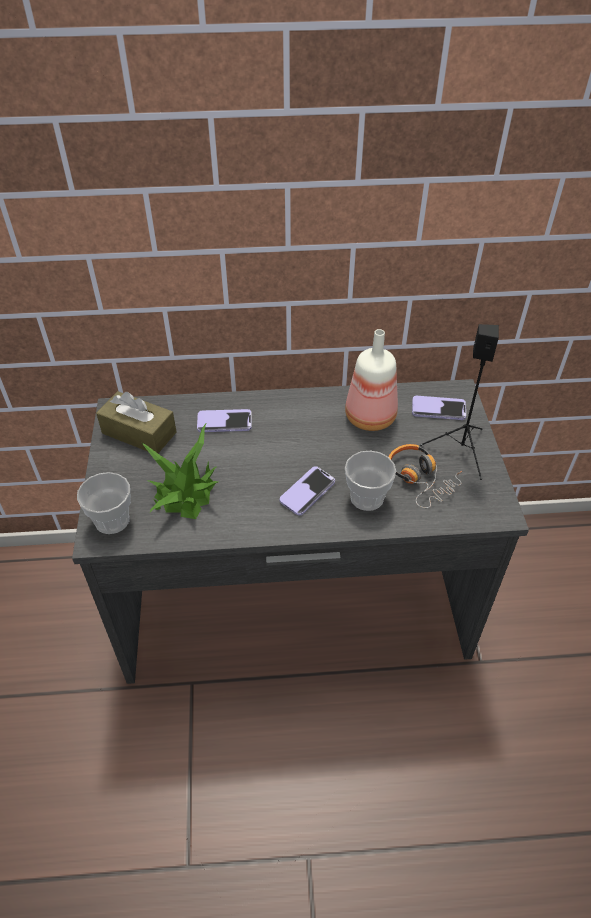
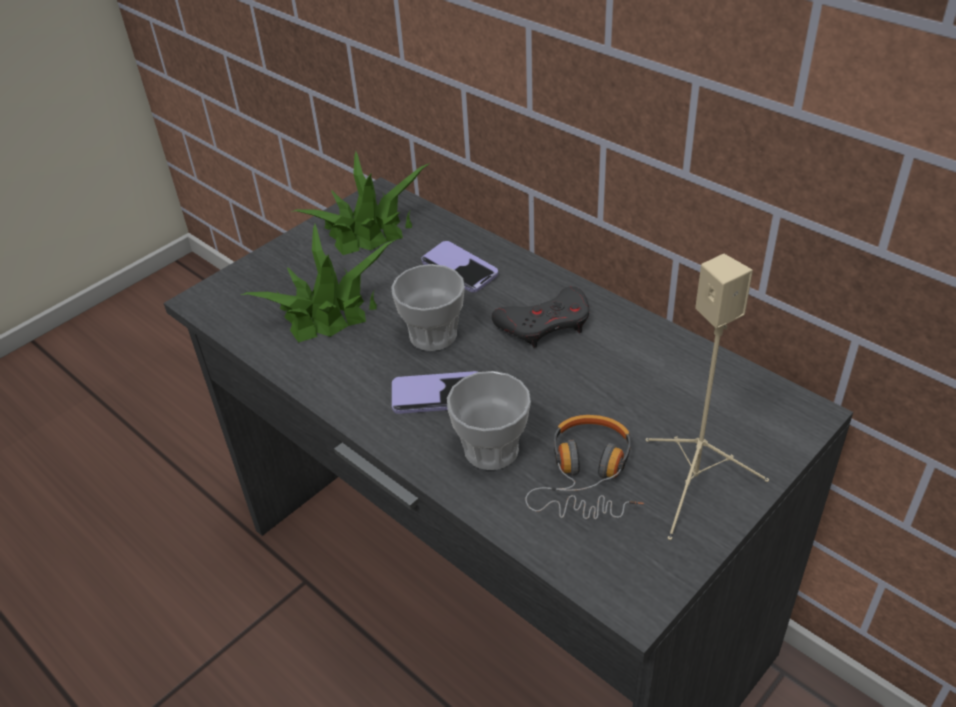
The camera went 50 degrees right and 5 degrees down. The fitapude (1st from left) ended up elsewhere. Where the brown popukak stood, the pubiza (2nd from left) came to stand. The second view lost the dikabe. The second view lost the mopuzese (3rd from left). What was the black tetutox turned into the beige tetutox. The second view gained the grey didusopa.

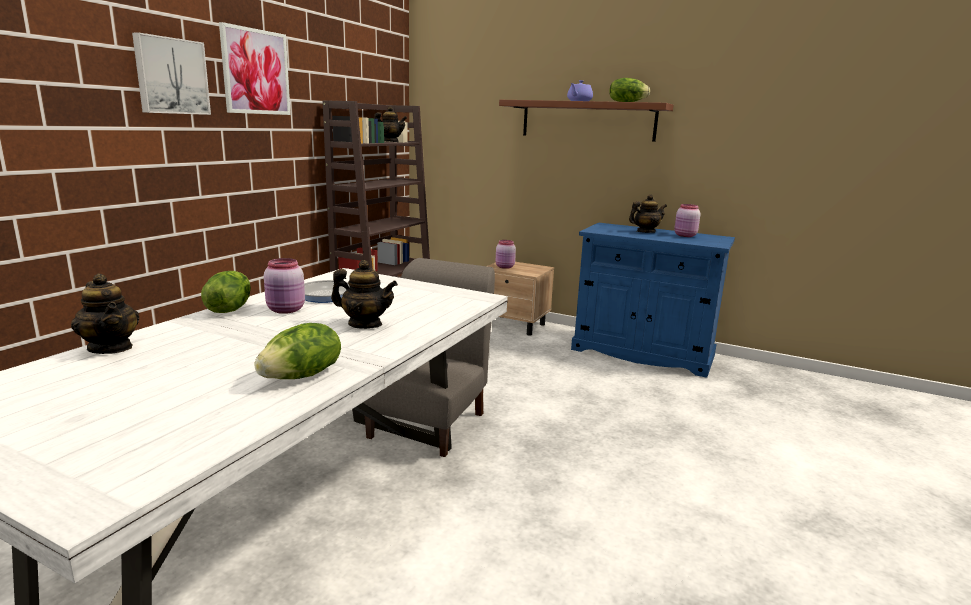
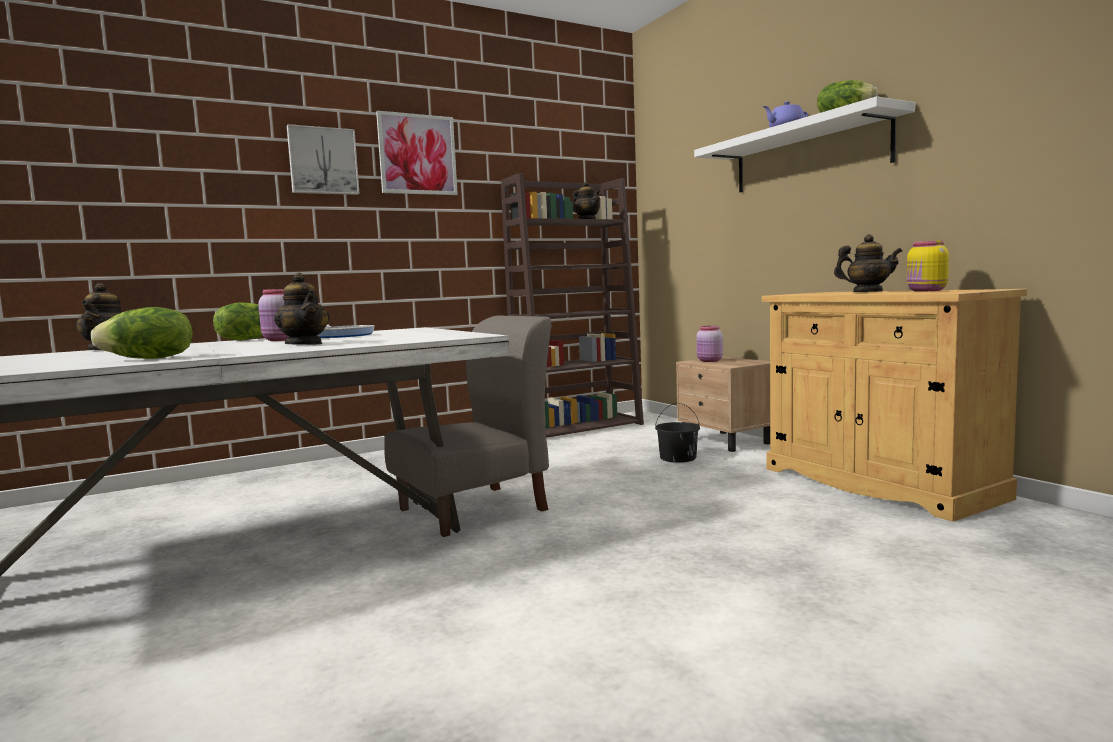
The camera went 35 degrees right and 10 degrees down. What was the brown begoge turned into the white begoge. What was the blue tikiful turned into the beige tikiful. What was the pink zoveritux (3rd from left) turned into the yellow zoveritux. The second view gained the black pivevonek.

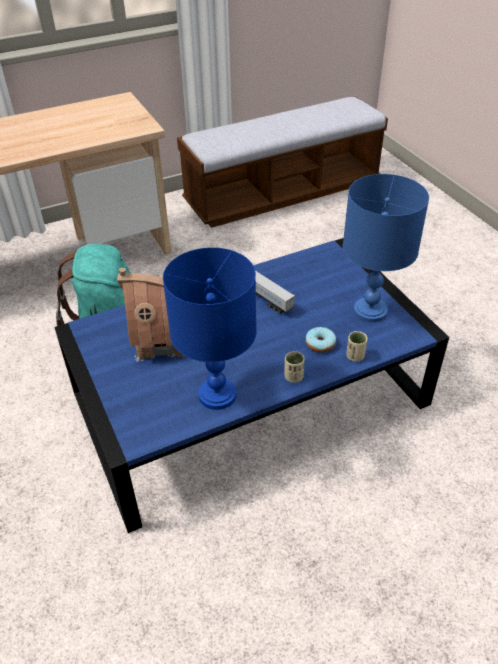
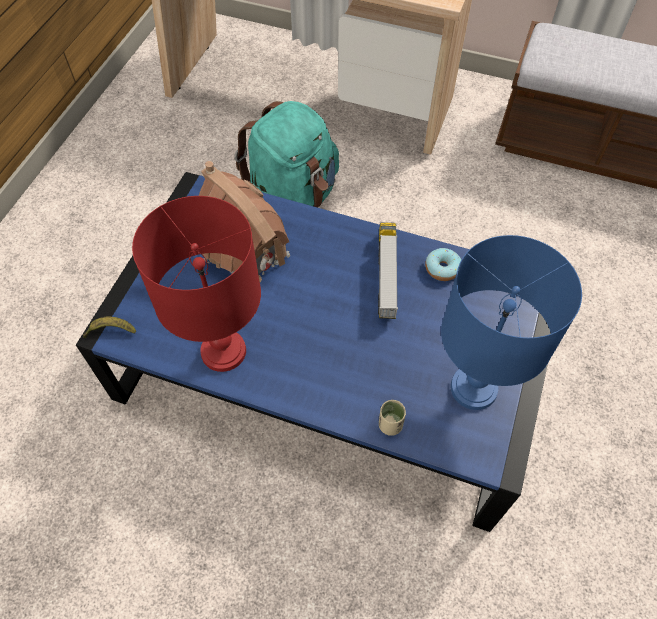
The camera went 45 degrees right and 15 degrees up. What was the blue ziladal (1st from left) turned into the red ziladal. The second view lost the beige fitapude (1st from left). The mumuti ended up elsewhere. The second view gained the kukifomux.

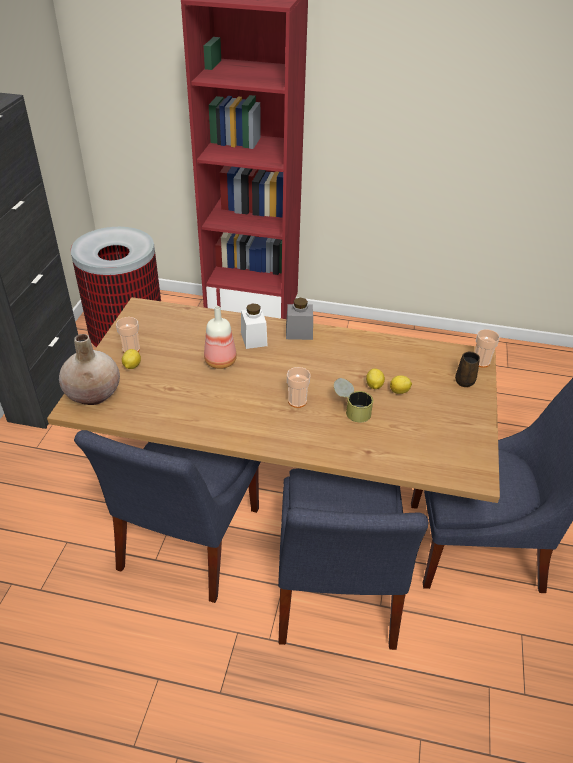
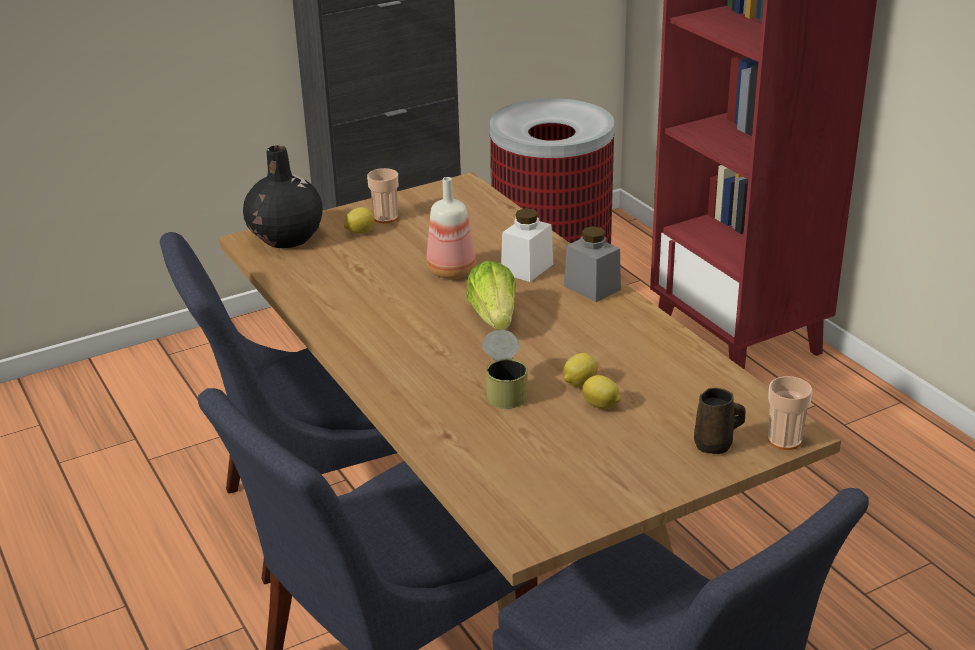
The camera went 50 degrees right and 10 degrees down. What was the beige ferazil turned into the black ferazil. The second view lost the fitapude (2nd from left). The second view gained the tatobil.

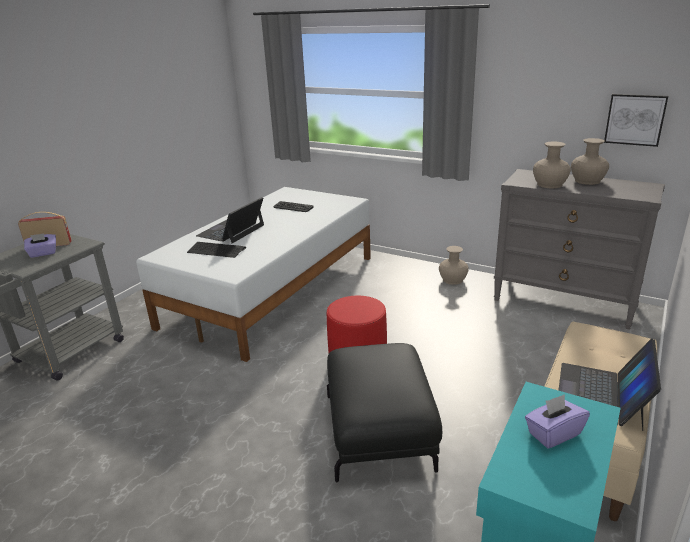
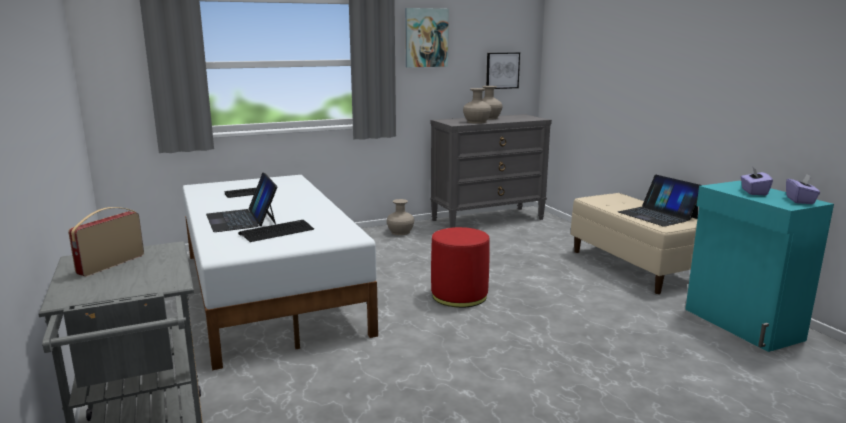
The camera went 55 degrees left and 10 degrees down. The purple popukak (1st from left in the first image) ended up elsewhere. The second view lost the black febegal. The second view gained the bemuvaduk (1st from left).

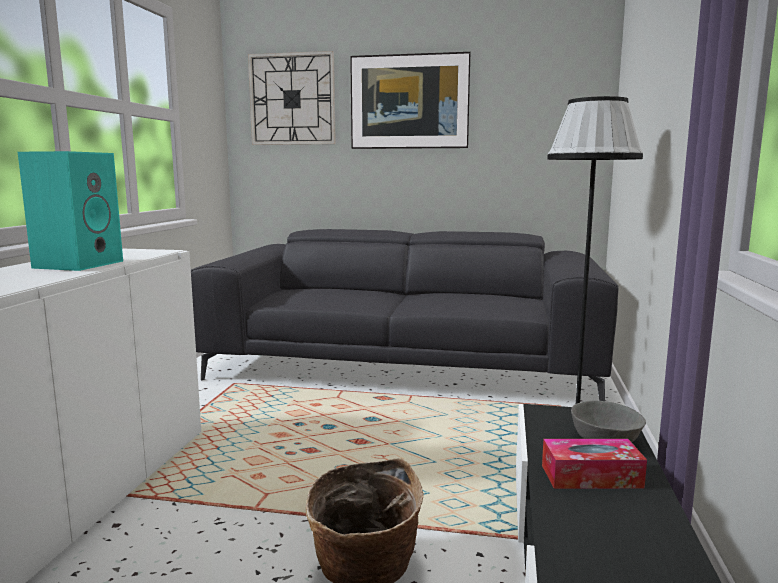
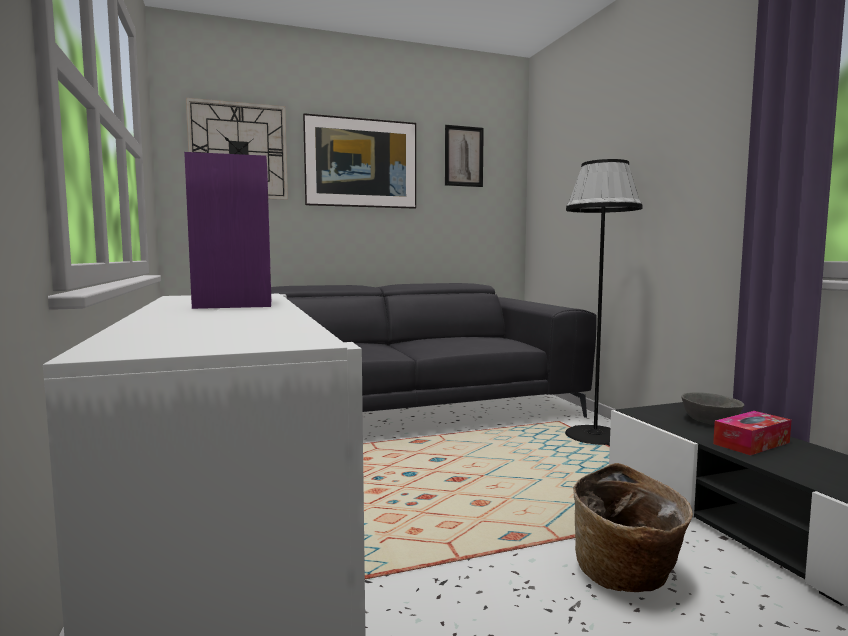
The camera went 30 degrees left and 5 degrees down. What was the turquoise tetutox turned into the purple tetutox. The second view gained the bemuvaduk (2nd from left).

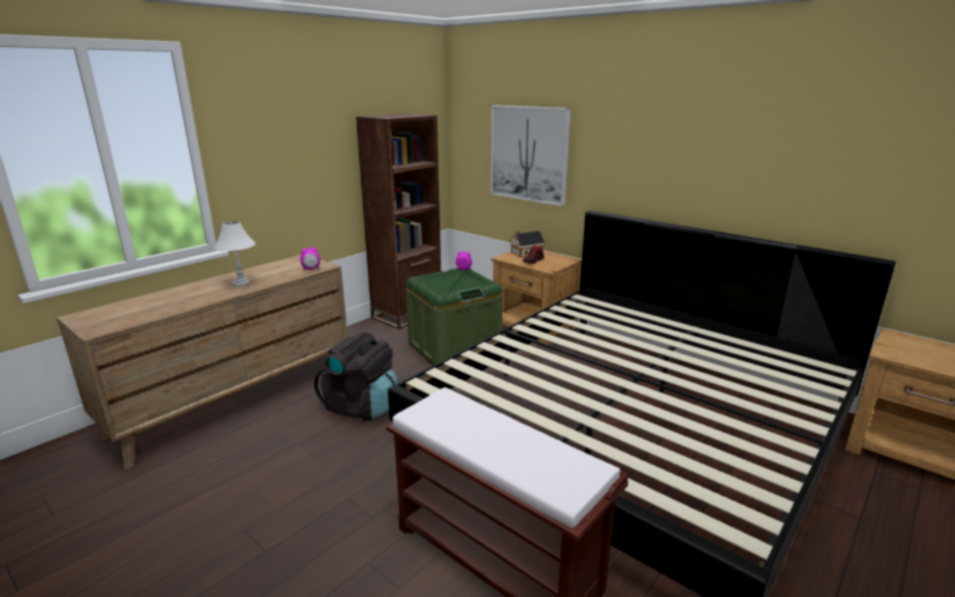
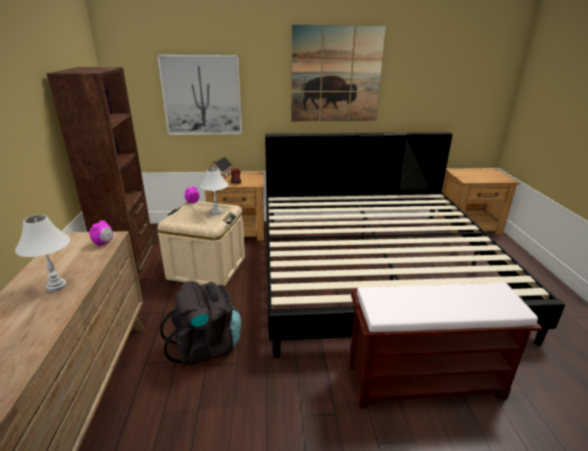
The camera went 45 degrees left and 5 degrees up. What was the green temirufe turned into the beige temirufe. The second view gained the white ziladal (2nd from left). The second view gained the bemuvaduk (2nd from left).

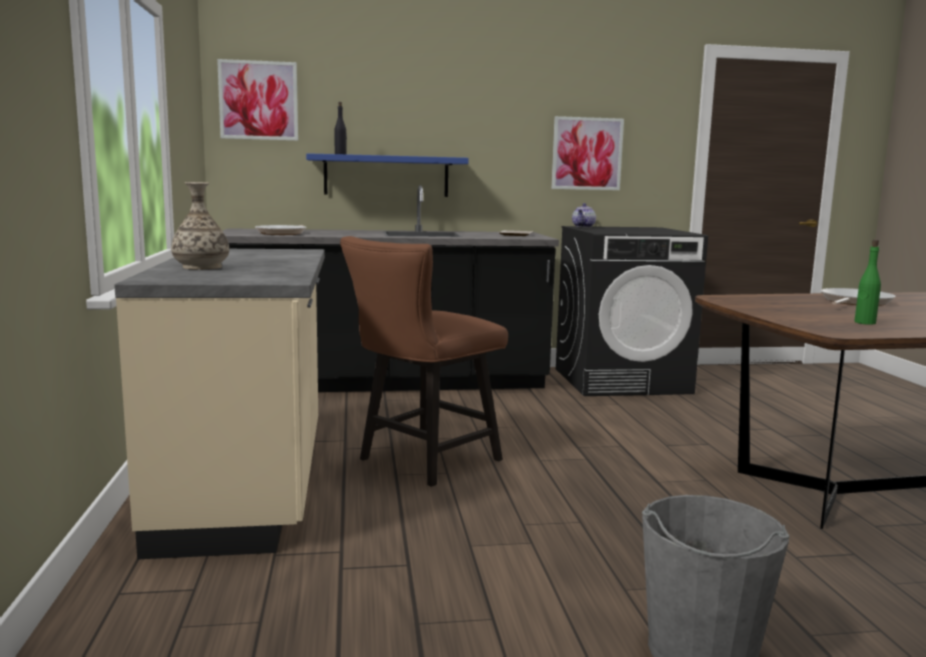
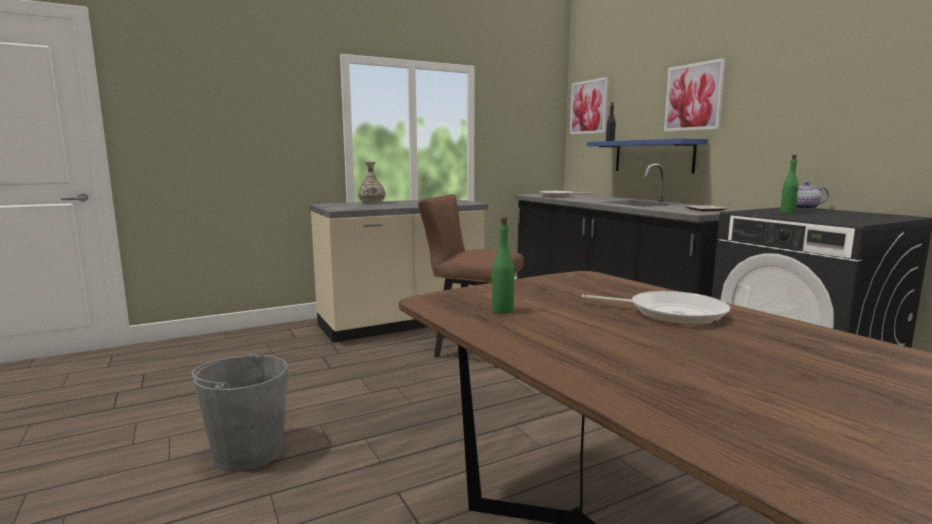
The camera went 70 degrees right and 0 degrees up. The bemuvaduk (2nd from left) ended up elsewhere. The second view gained the green dikabe (2nd from left).

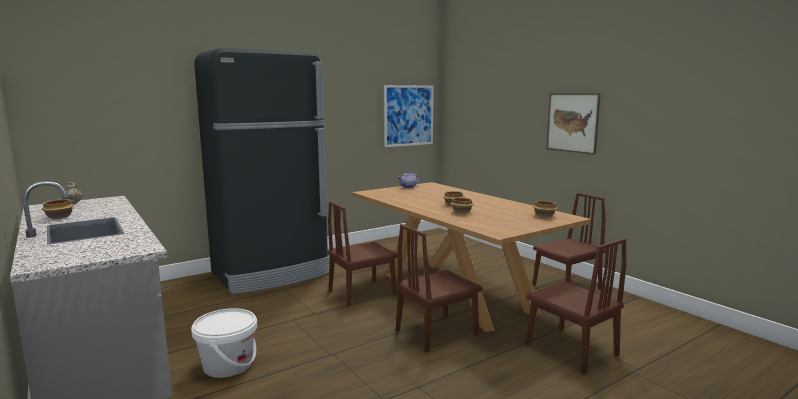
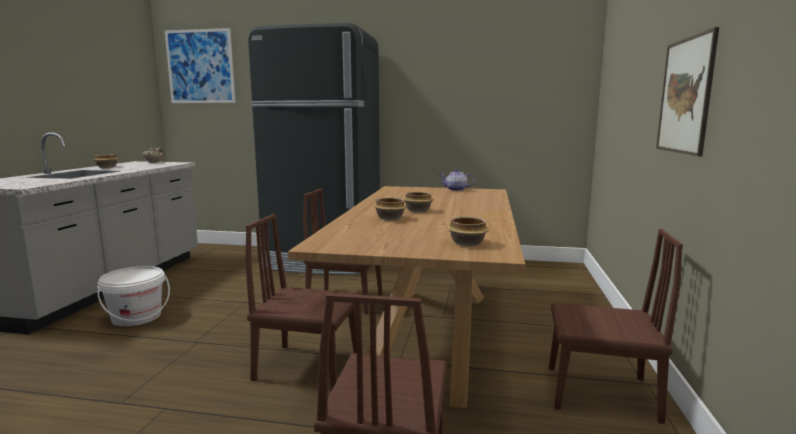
The camera went 45 degrees right and 0 degrees up. The bemuvaduk (1st from left) ended up elsewhere.

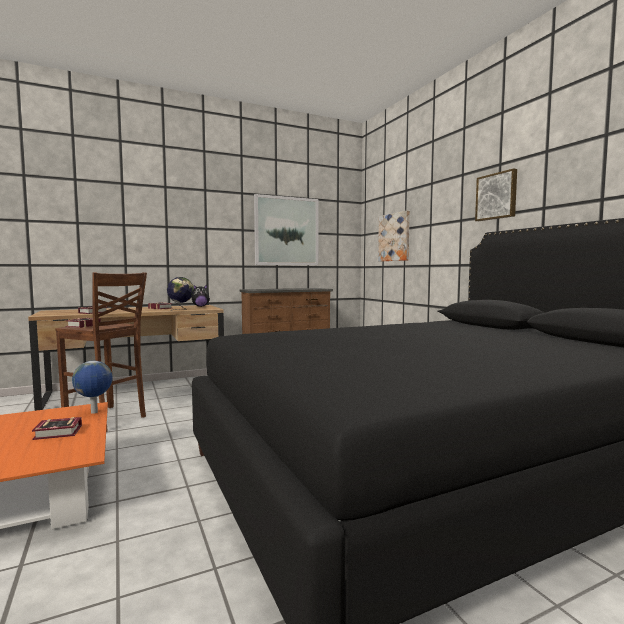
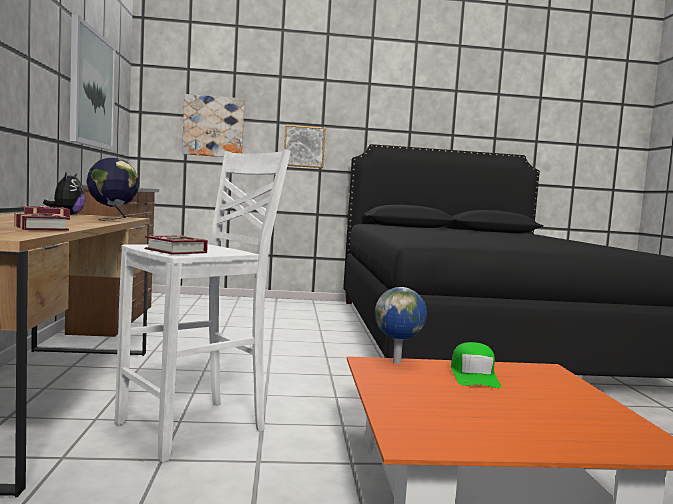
The camera went 70 degrees left and 0 degrees up. Where the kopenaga (1st from left) stood, the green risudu came to stand. What was the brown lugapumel turned into the white lugapumel. The bemuvaduk (3rd from left) ended up elsewhere.

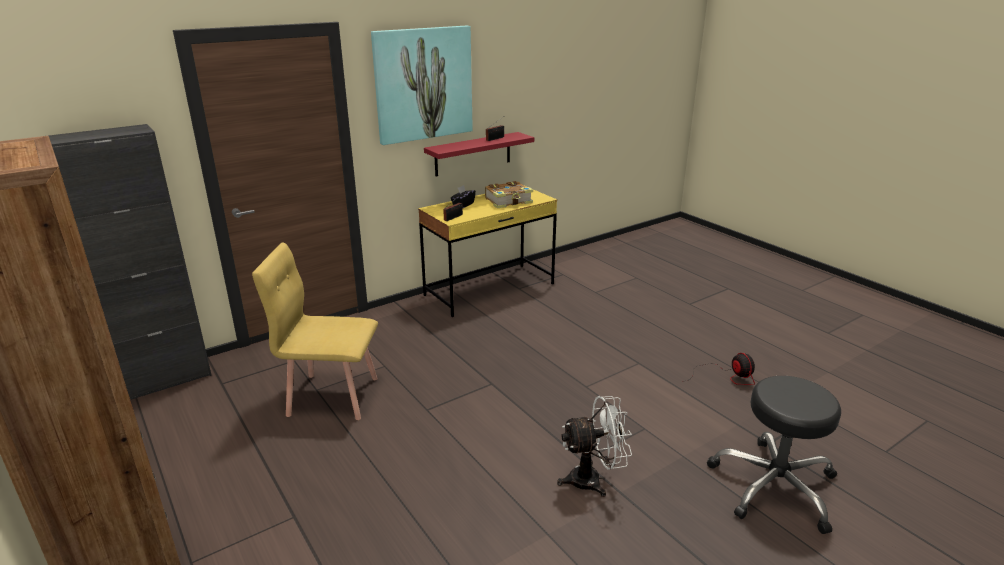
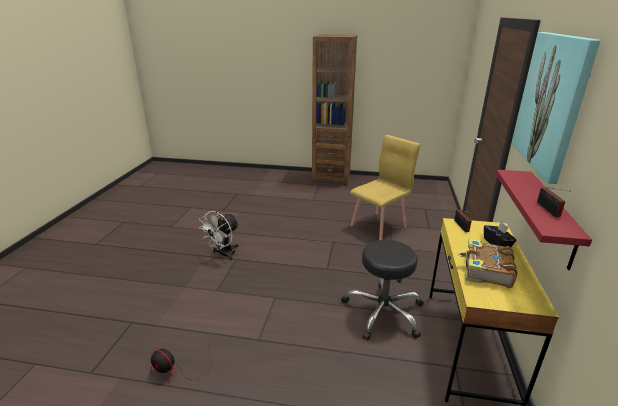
The camera went 135 degrees right and 0 degrees up. The second view lost the black tikiful. The black lugapumel ended up elsewhere.

